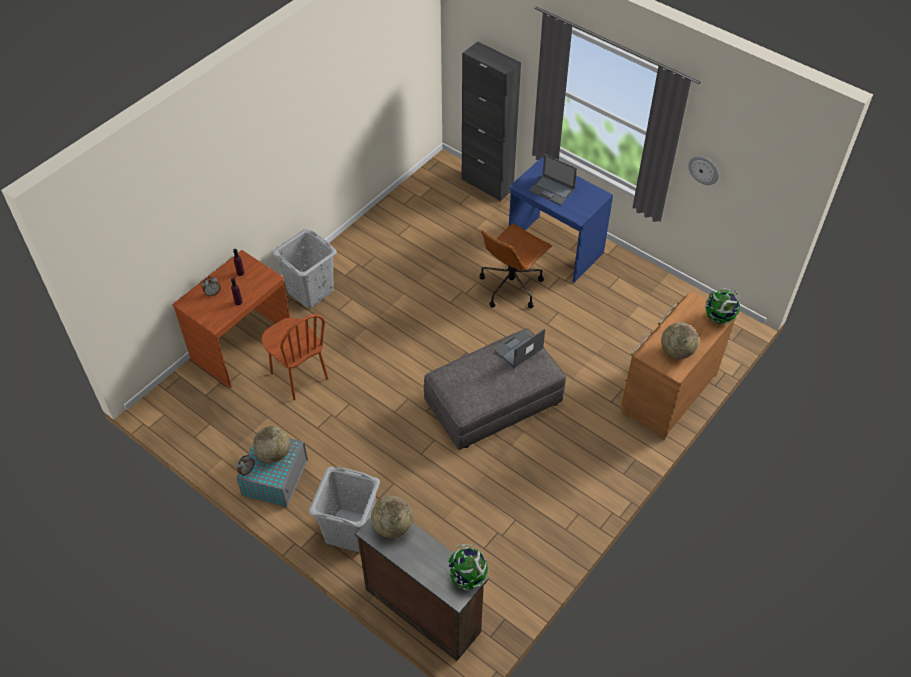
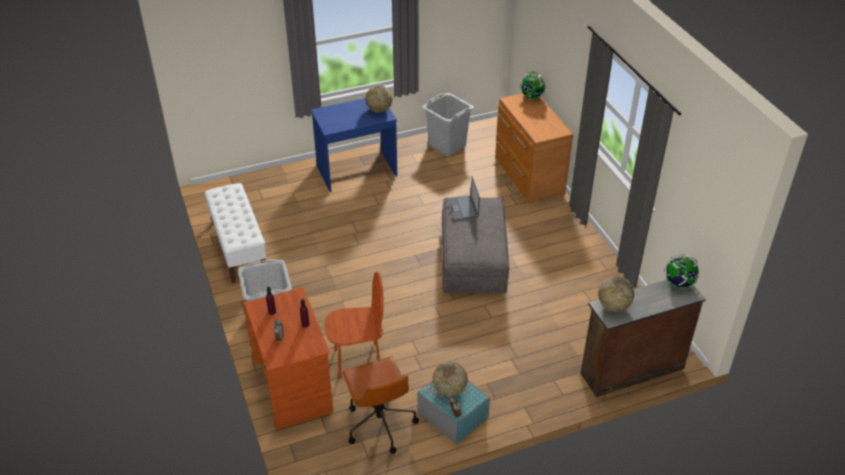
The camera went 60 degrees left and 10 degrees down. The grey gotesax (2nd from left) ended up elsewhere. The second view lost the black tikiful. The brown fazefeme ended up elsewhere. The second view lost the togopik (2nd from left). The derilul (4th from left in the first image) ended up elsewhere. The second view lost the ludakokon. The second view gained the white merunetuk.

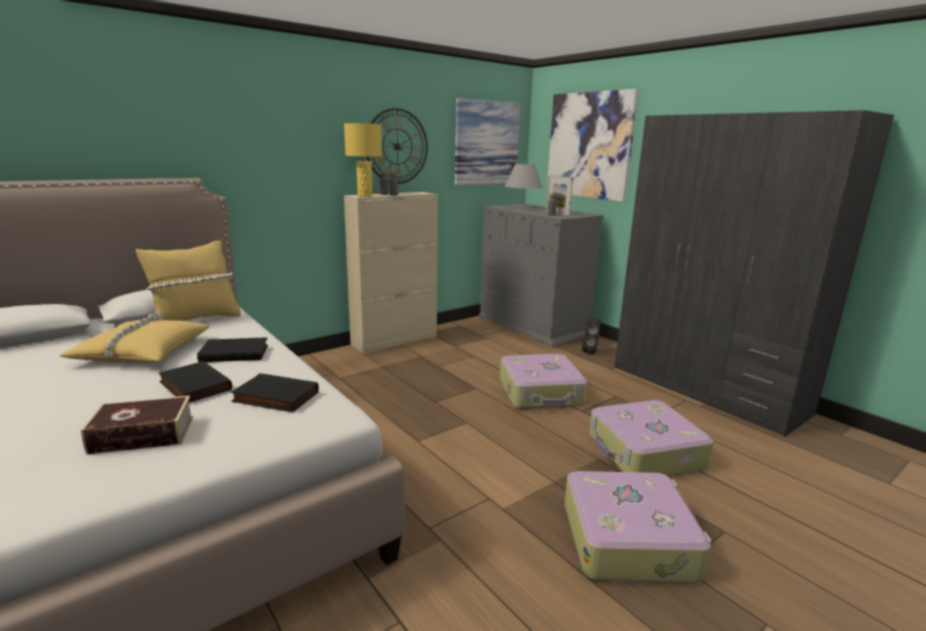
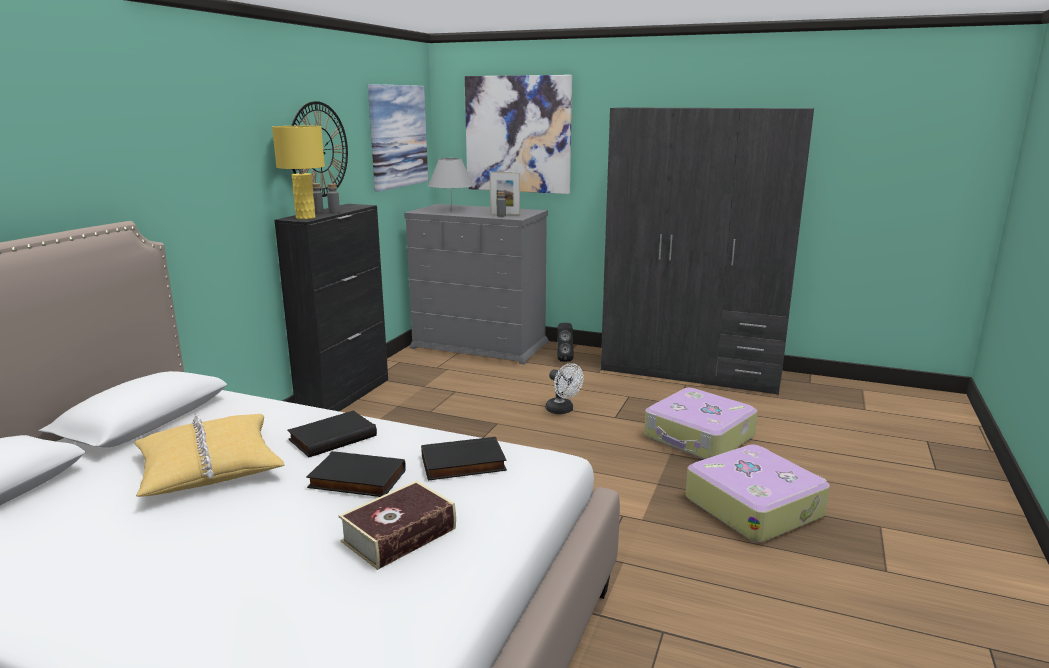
The camera went 30 degrees left and 0 degrees up. The second view lost the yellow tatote (2nd from left). What was the beige tikiful turned into the black tikiful. Where the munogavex (1st from left) stood, the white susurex came to stand.

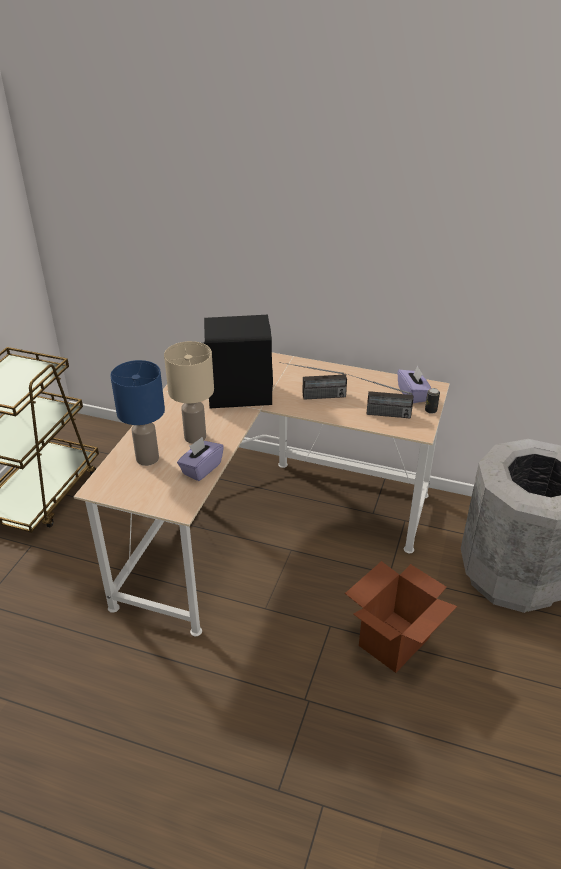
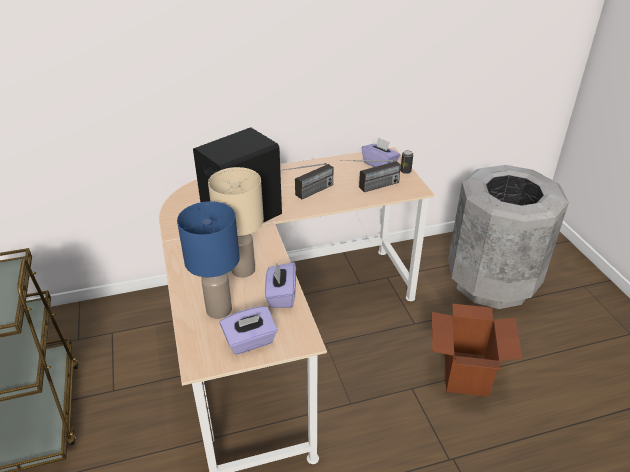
The camera went 35 degrees left and 0 degrees up. The second view gained the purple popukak (1st from left).

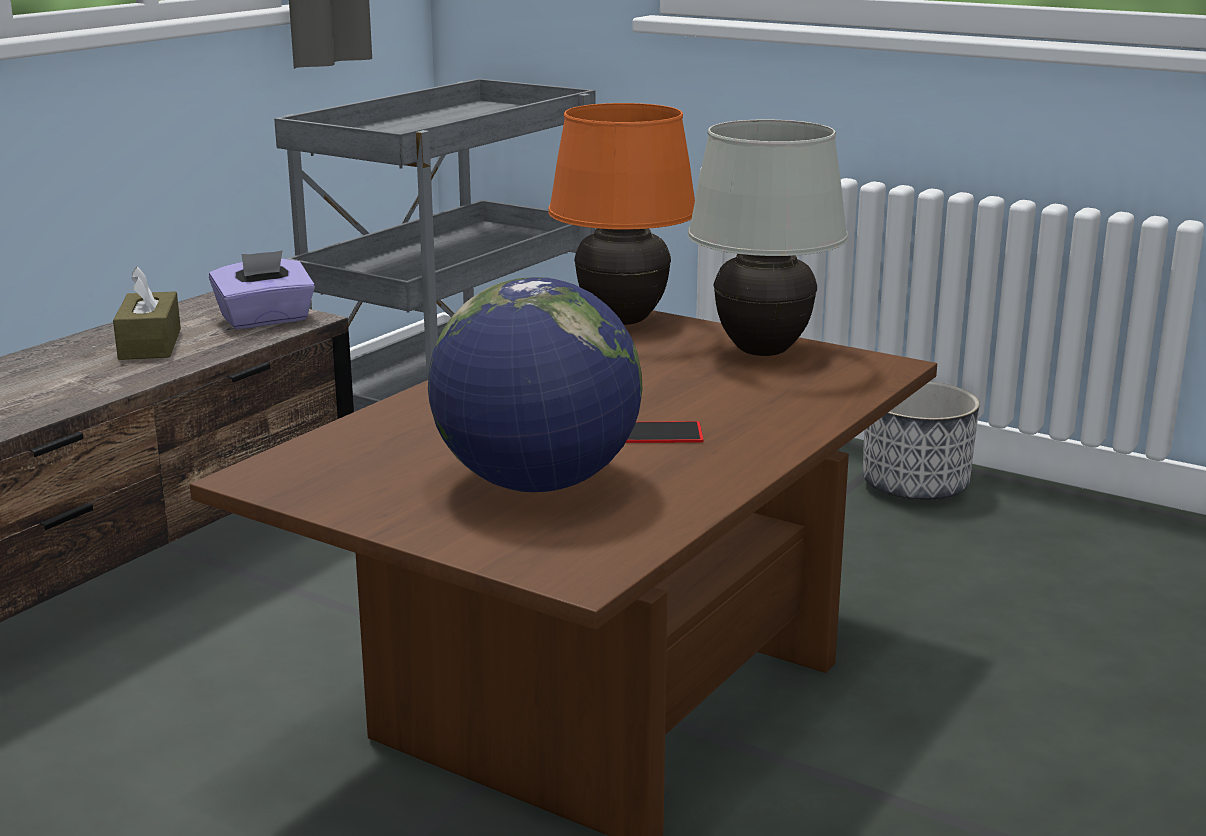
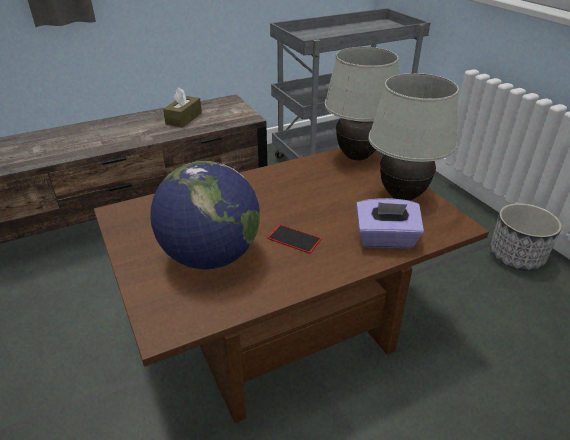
The camera went 30 degrees right and 15 degrees up. The purple popukak ended up elsewhere. What was the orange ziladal turned into the white ziladal (1st from left).

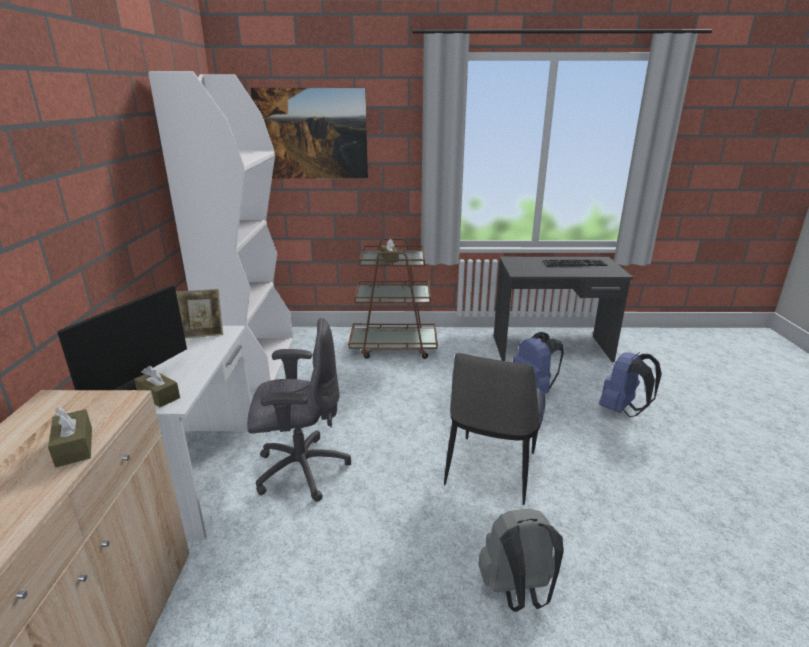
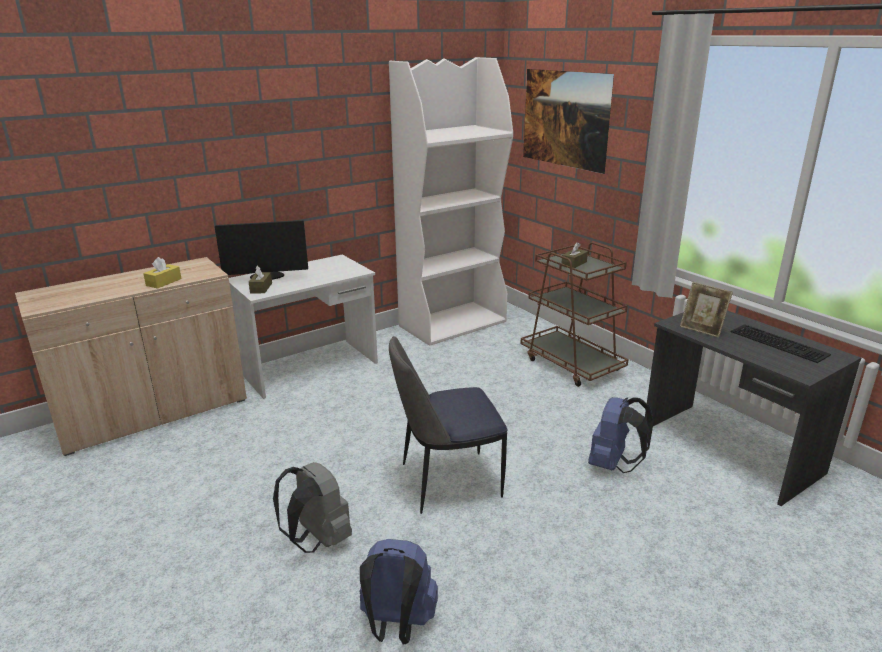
The camera went 55 degrees right and 0 degrees up. What was the brown popukak (1st from left) turned into the yellow popukak. The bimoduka ended up elsewhere. The second view lost the grey fazefeme. The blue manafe (2nd from left in the first image) ended up elsewhere.

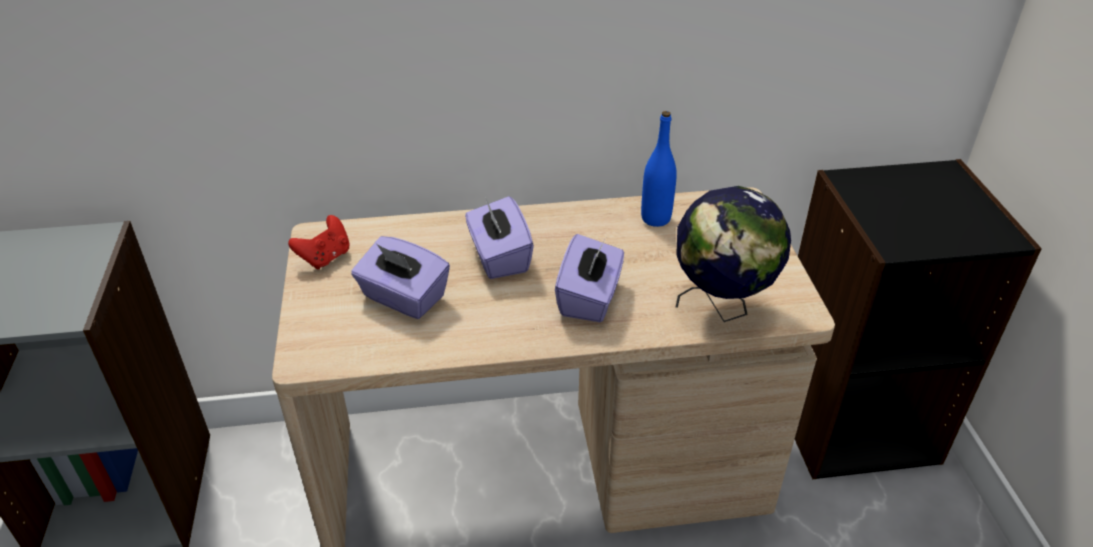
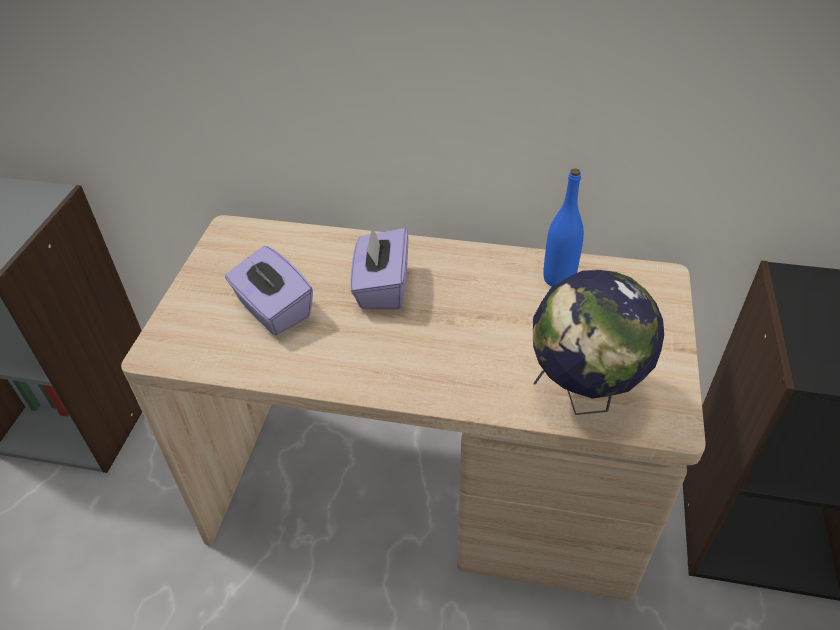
The camera went 20 degrees right and 5 degrees up. The second view lost the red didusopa. The second view lost the purple popukak (3rd from left).

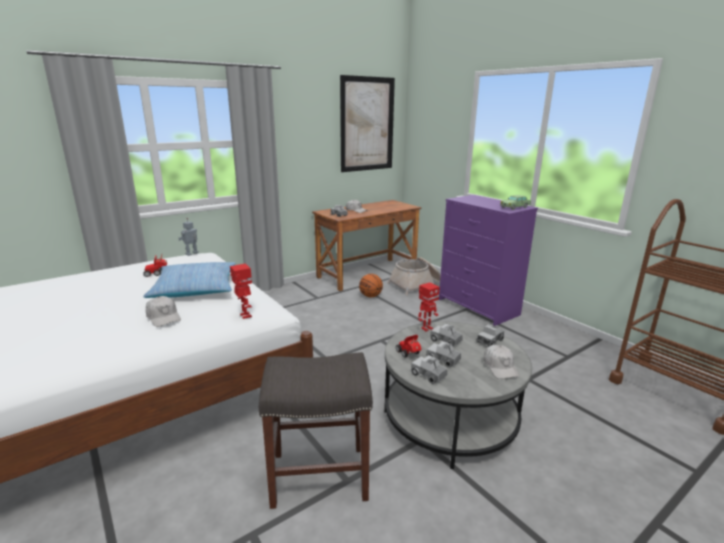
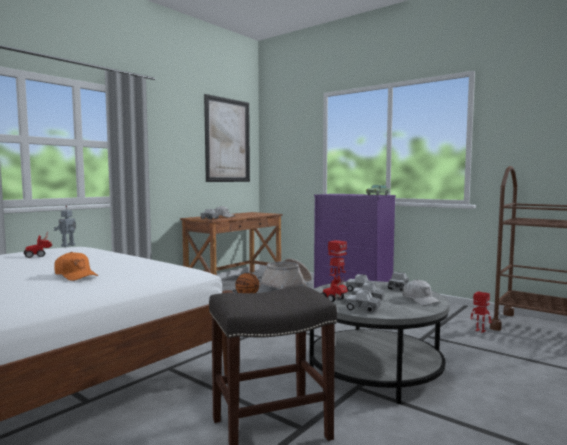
The camera went 15 degrees left and 15 degrees down. The second view lost the tatote. What was the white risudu (1st from left) turned into the orange risudu. The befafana (2nd from left in the first image) ended up elsewhere.

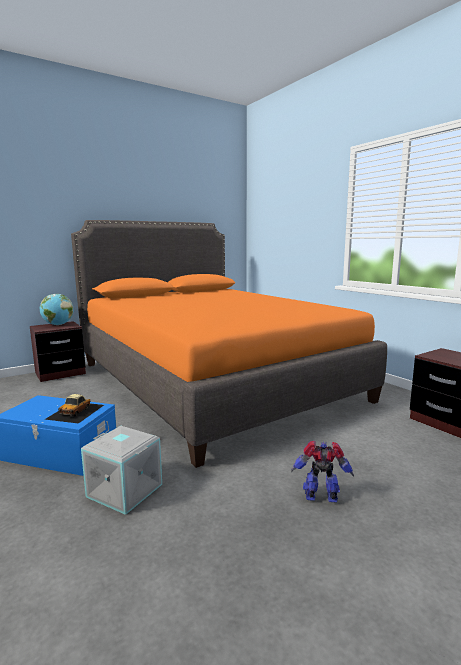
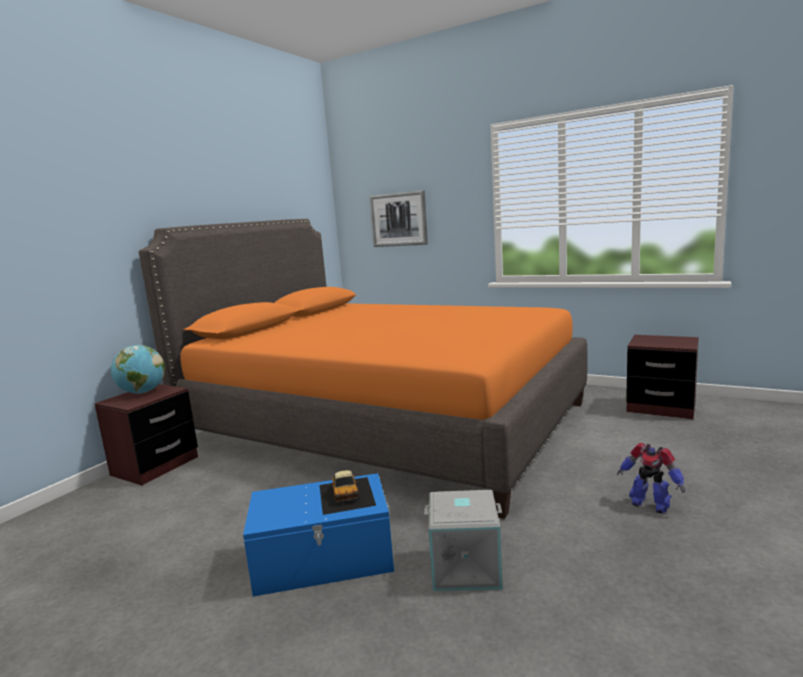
The camera went 25 degrees left and 0 degrees up. The befafana ended up facing another way, 120 degrees counterclockwise from before. The second view gained the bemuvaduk.

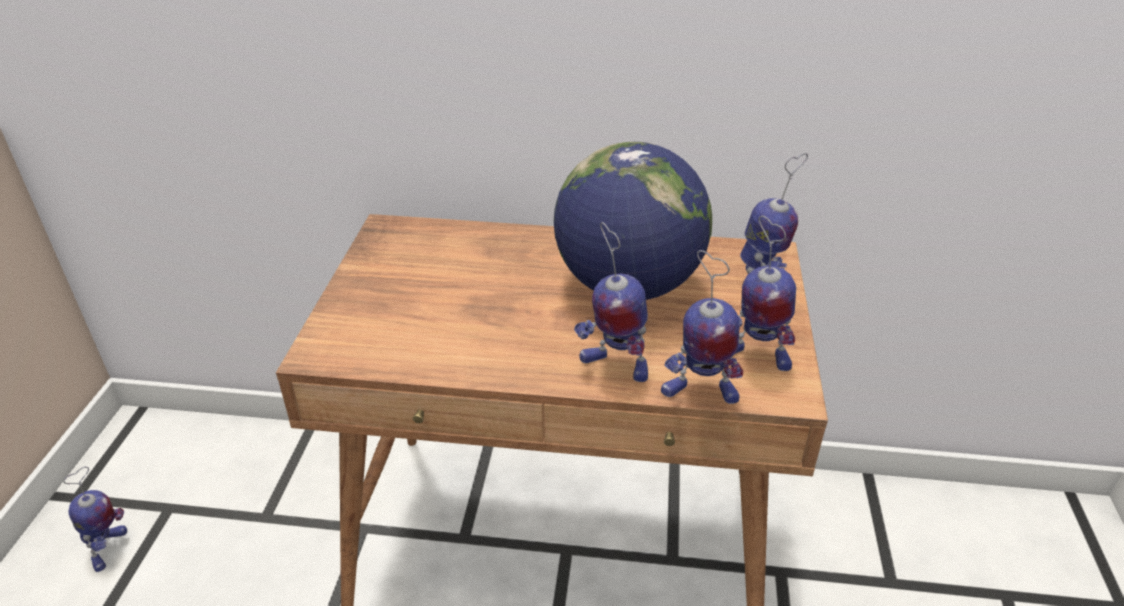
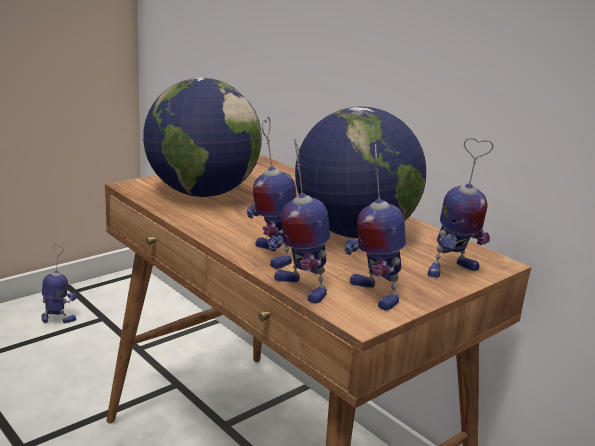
The camera went 40 degrees right and 15 degrees down. The befafana (1st from left) ended up facing another way, 135 degrees counterclockwise from before. The second view gained the derilul (1st from left).

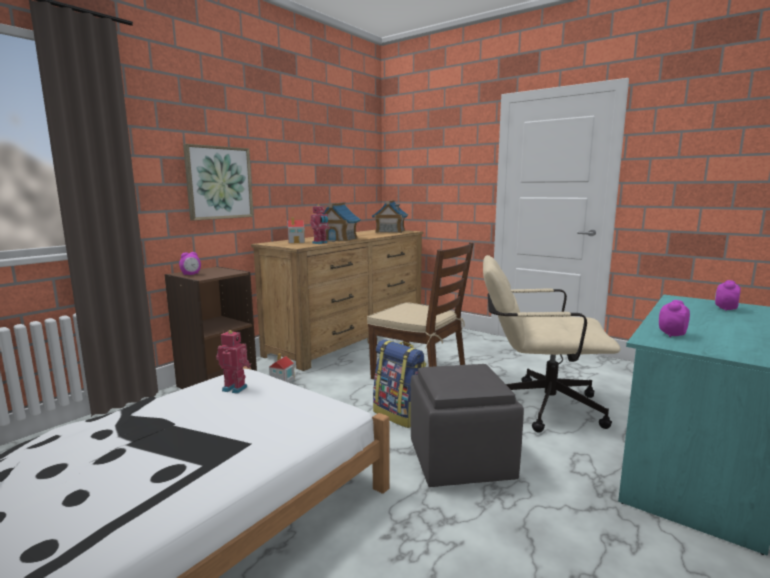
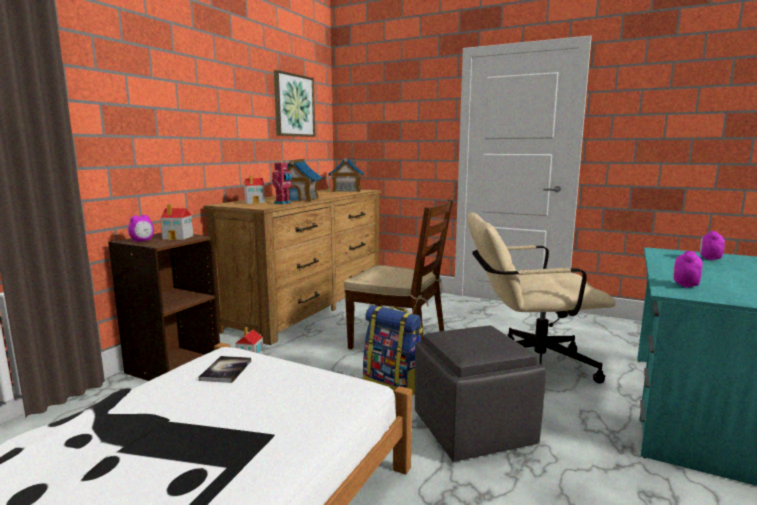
The camera went 10 degrees left and 0 degrees up. The bemuvaduk ended up elsewhere. Where the befafana (1st from left) stood, the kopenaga came to stand. The second view gained the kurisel (1st from left).

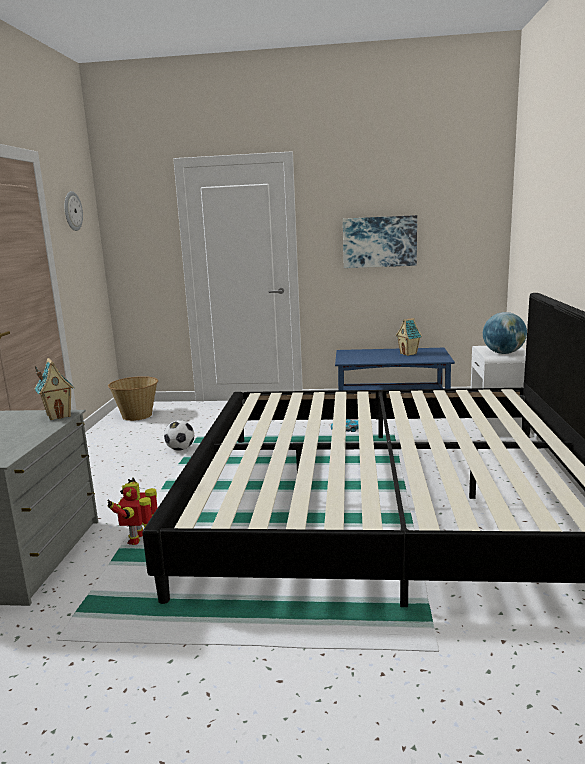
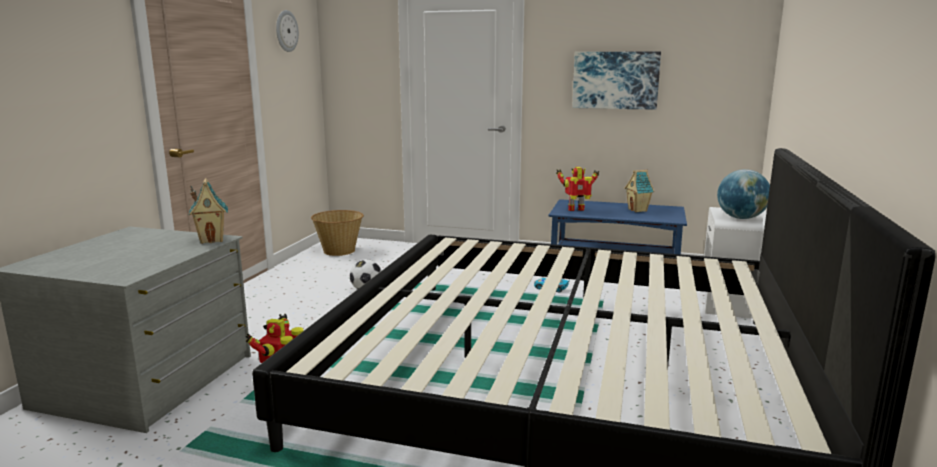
The camera went 10 degrees right and 0 degrees up. The second view gained the befafana (2nd from left).

